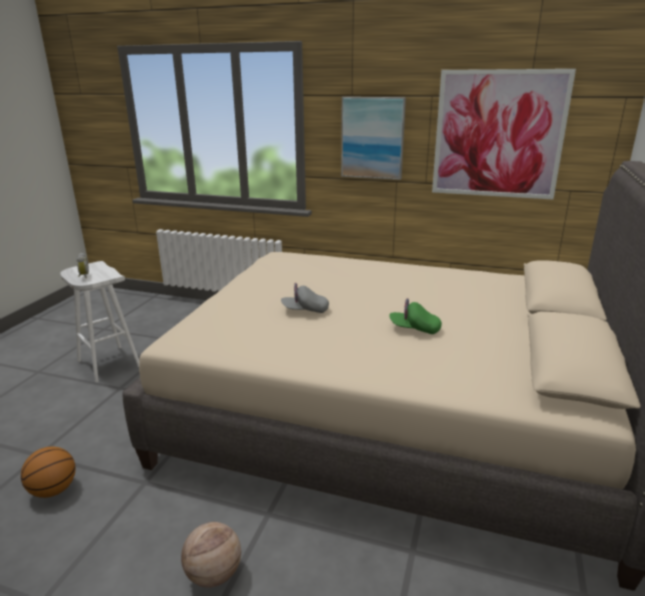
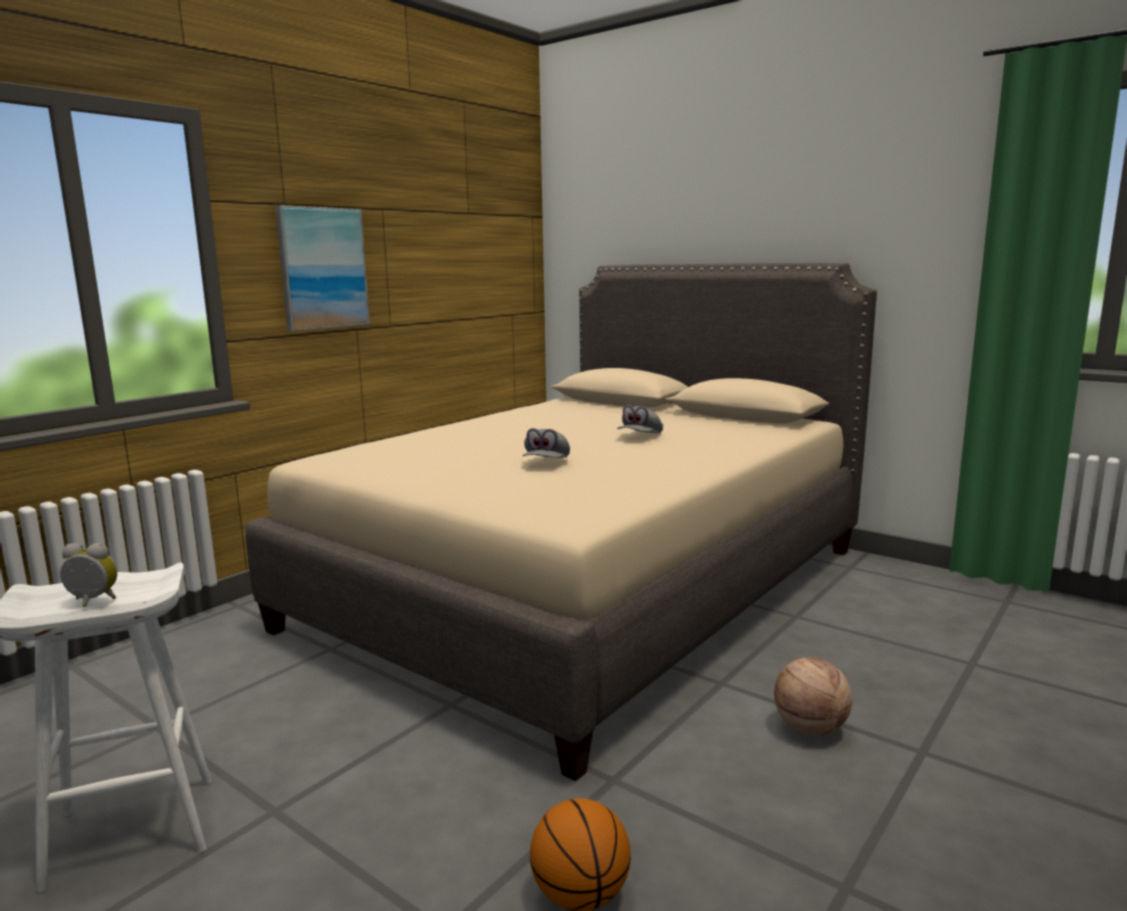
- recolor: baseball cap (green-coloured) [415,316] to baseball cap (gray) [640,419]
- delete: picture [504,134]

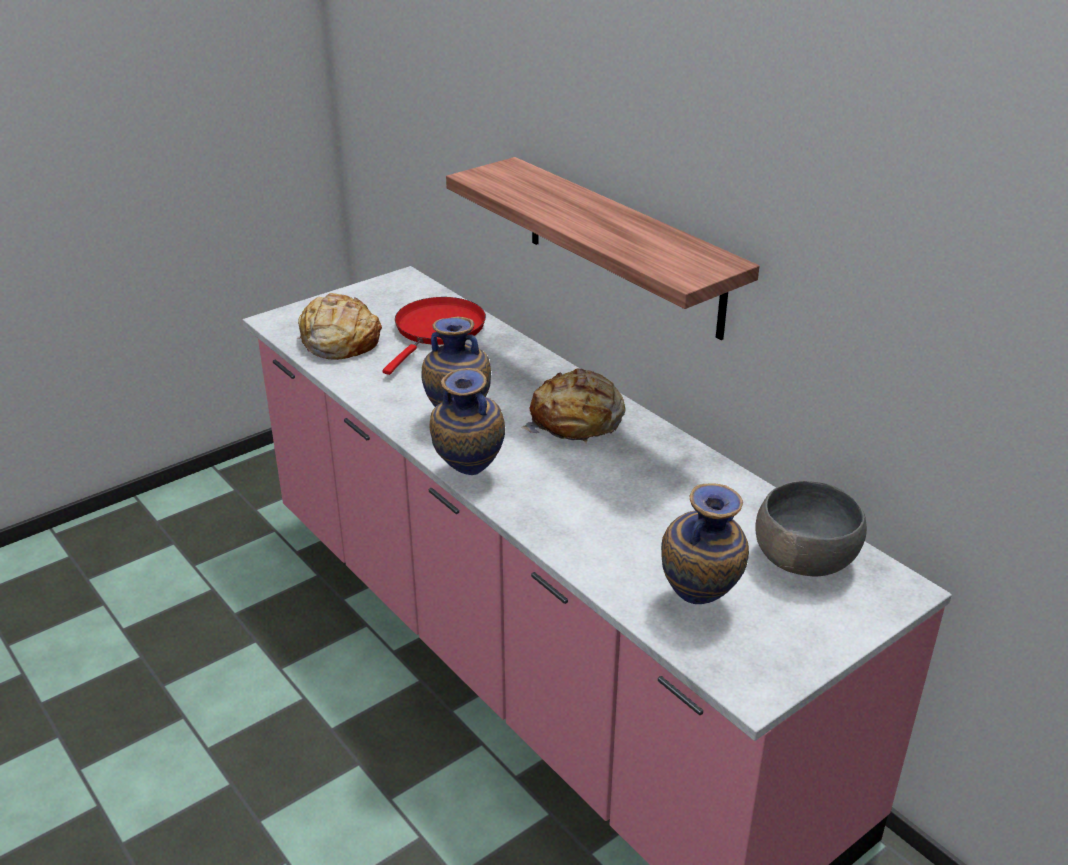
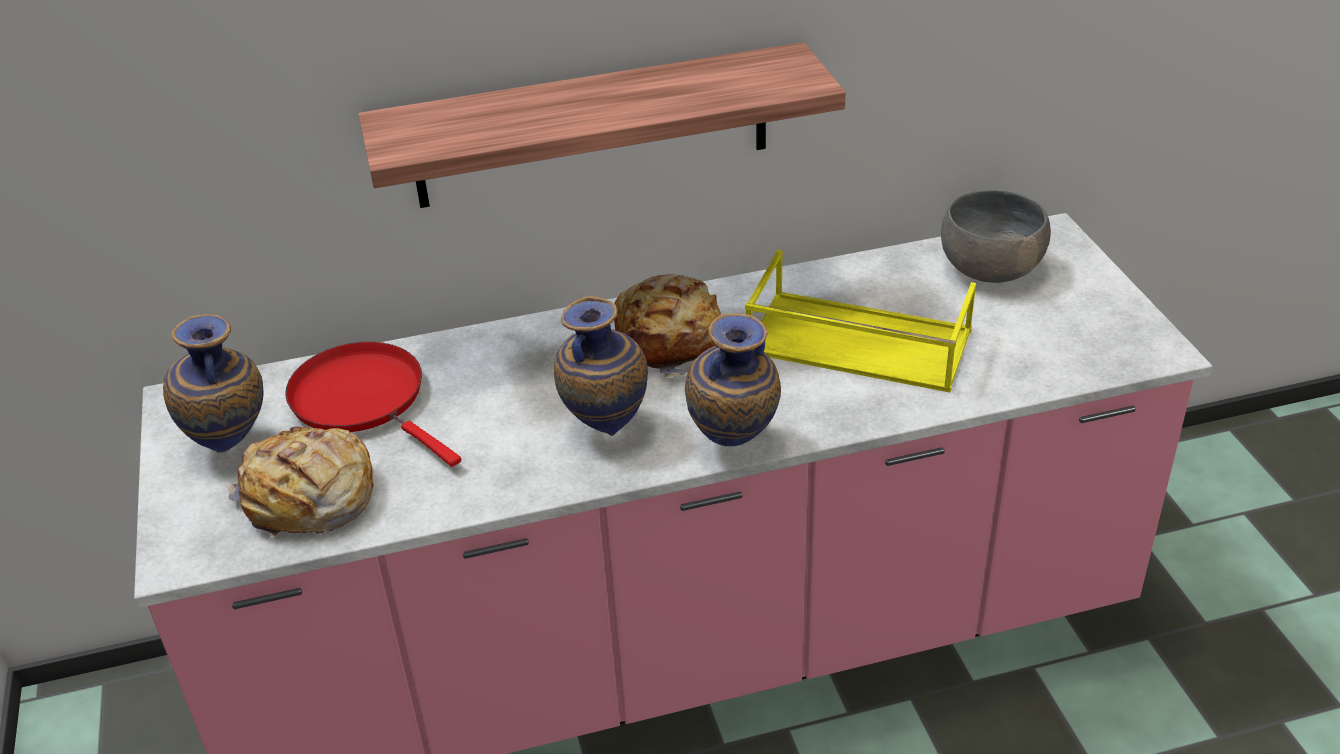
- move: vase [705,543] to [213,383]
- insert: tray (yellowish) [860,321]

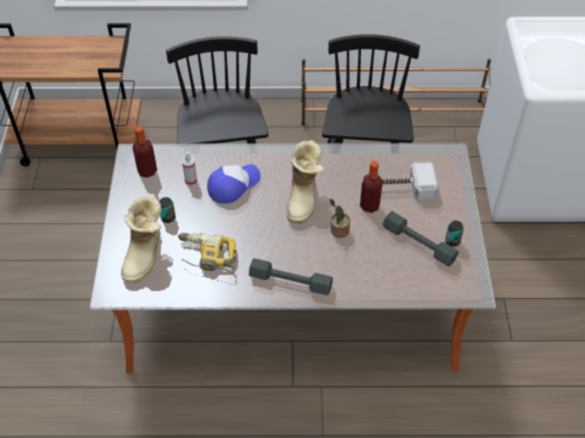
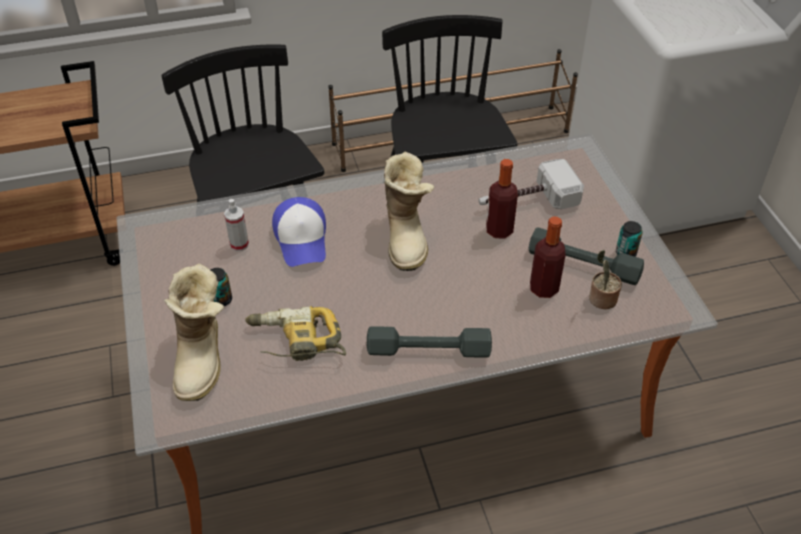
- rotate: baseball cap [234,184] = [299,232] 135 degrees clockwise
- move: beverage bottle [145,152] to [548,257]
- move: plant in a pot [340,218] to [605,279]

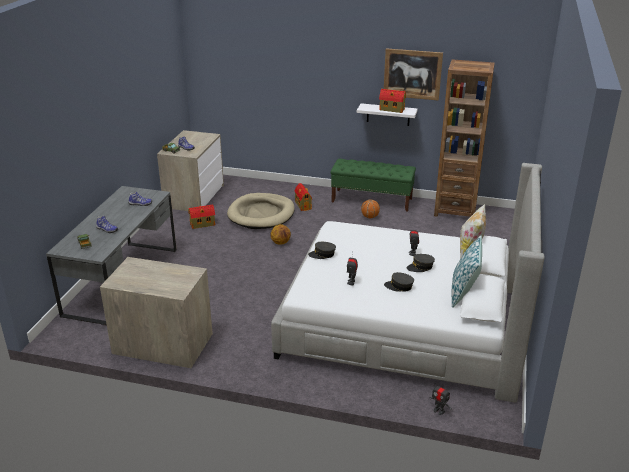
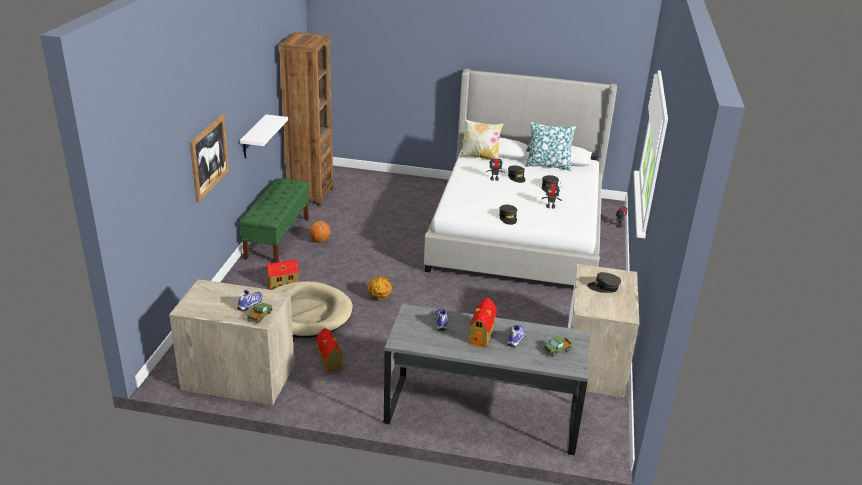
- move: picture [413,74] to [209,158]
- move: toy house [392,101] to [482,322]
- insert: baseball cap (gray) [604,282]

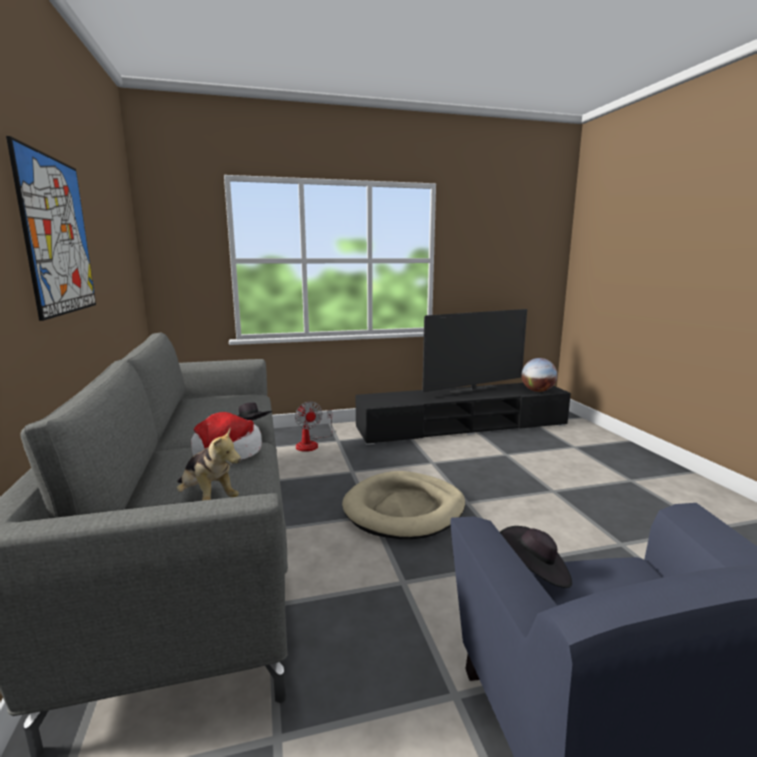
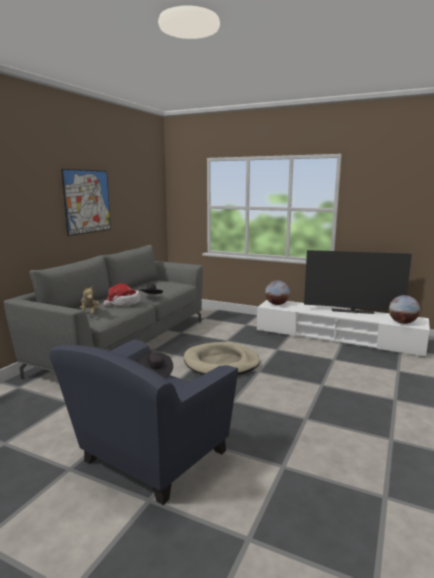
- recolor: tv unit (black-coloured) [463,414] to tv unit (white) [343,328]
- insert: desk globe [277,292]
- delete: cooling fan [314,426]

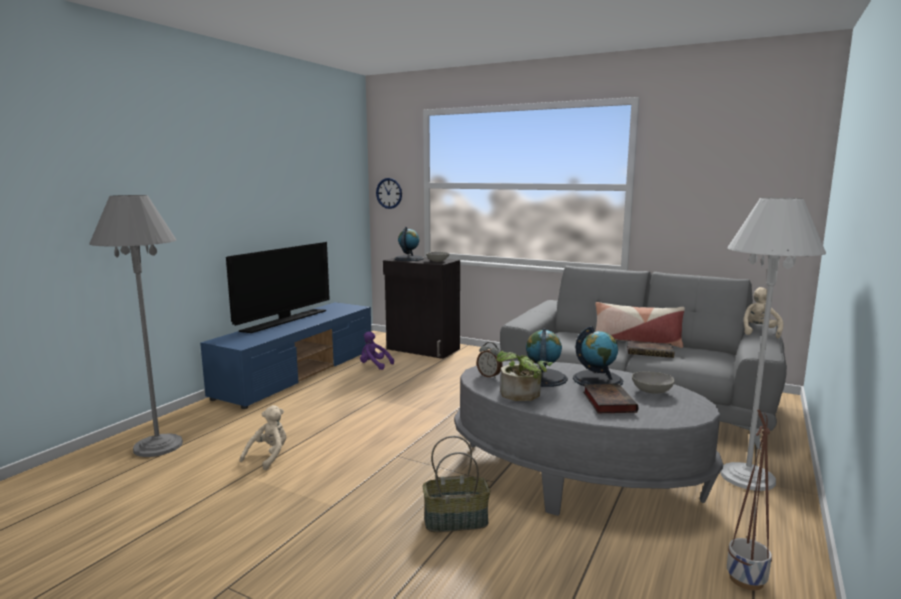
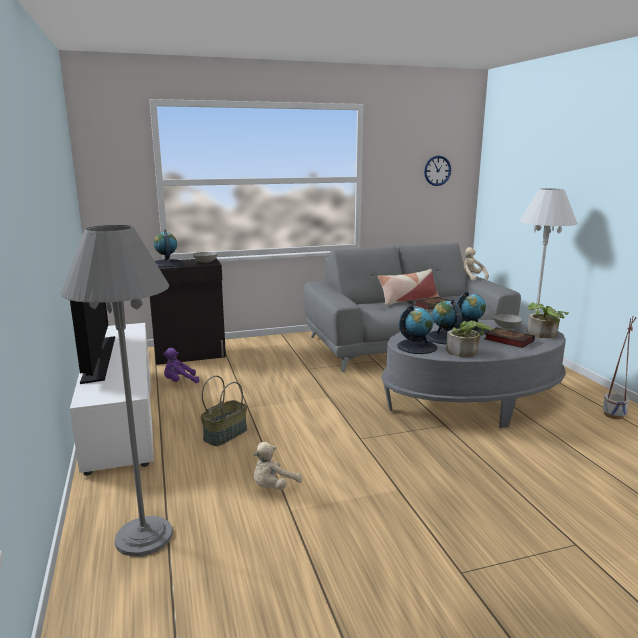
- recolor: tv unit (bluish) [285,355] to tv unit (white) [112,399]
- move: storage basket [456,484] to [224,411]
- rotate: soft toy (sand-coloured) [263,437] = [277,466] 120 degrees counterclockwise
- replace: alarm clock [490,360] to desk globe [417,329]
- move: wall clock [389,193] to [437,170]
- insert: plant in a pot [548,320]

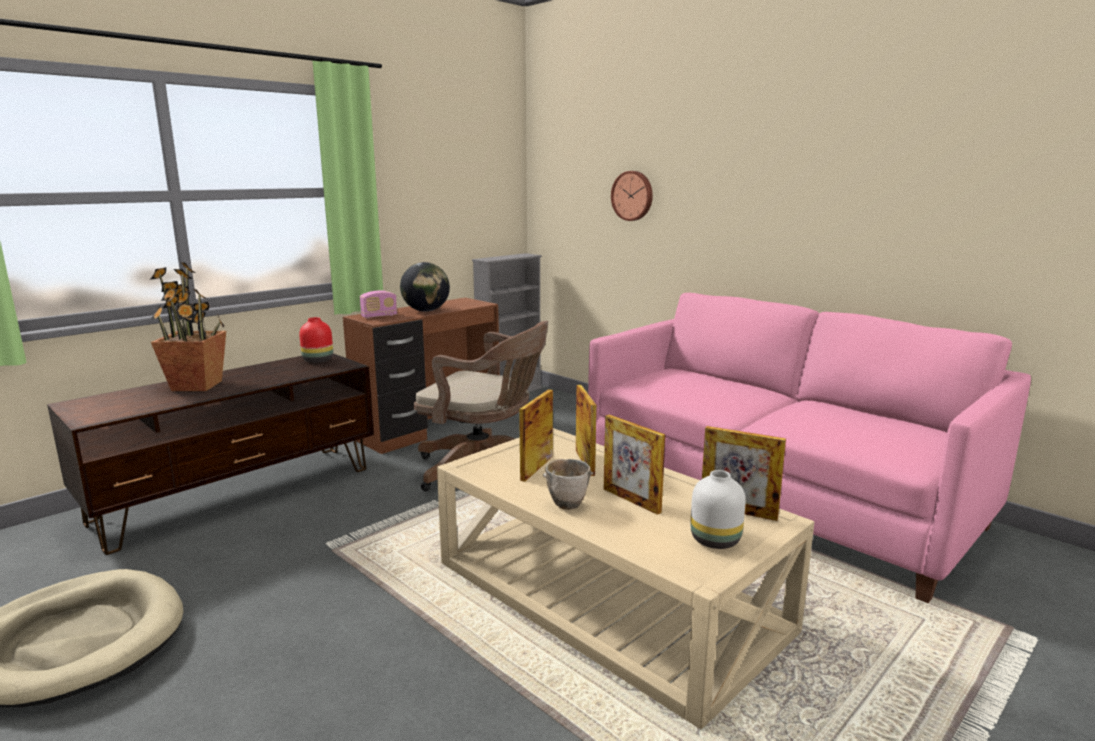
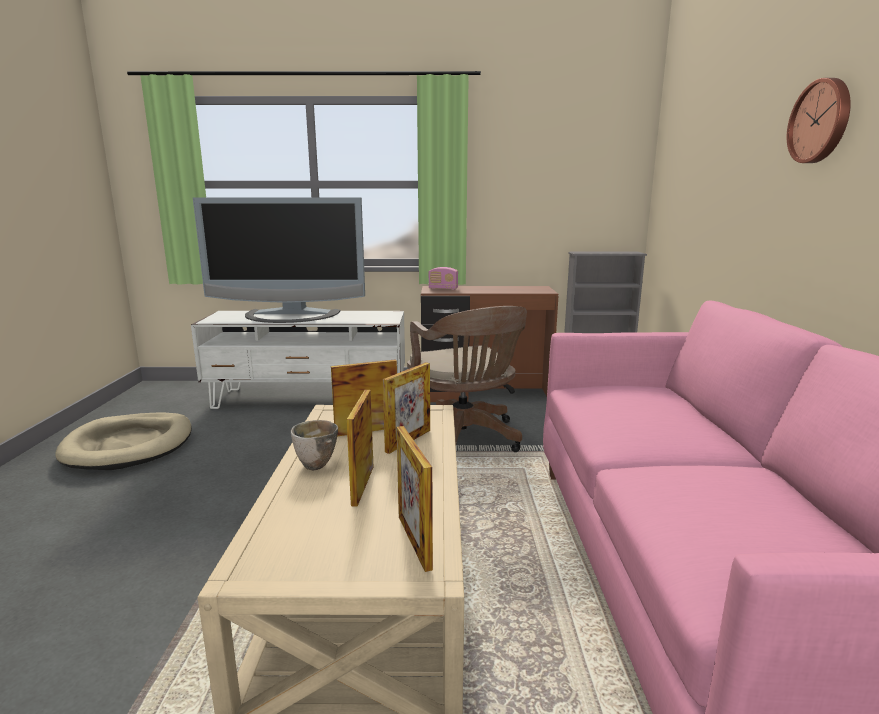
- recolor: tv unit (brown) [210,454] to tv unit (white) [298,360]
- replace: plant in a pot [188,326] to TV set [279,260]
- move: wall clock [632,196] to [819,120]
- delete: vase (red) [316,340]
- delete: desk globe [425,287]
- delete: vase (white) [718,509]

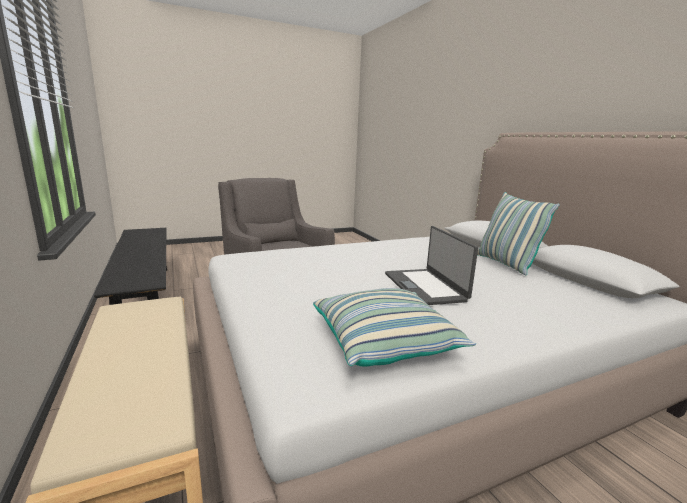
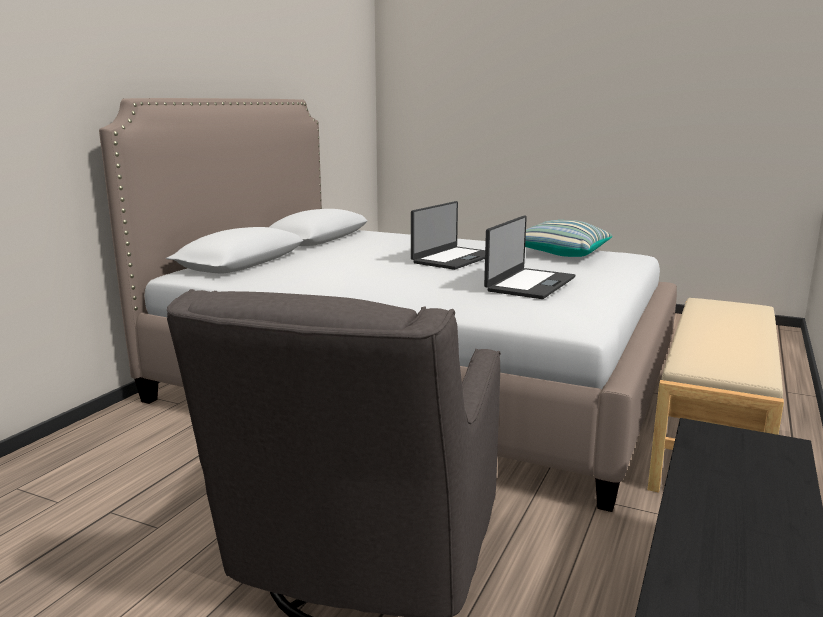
- insert: portable computer [529,257]
- delete: throw pillow [518,233]

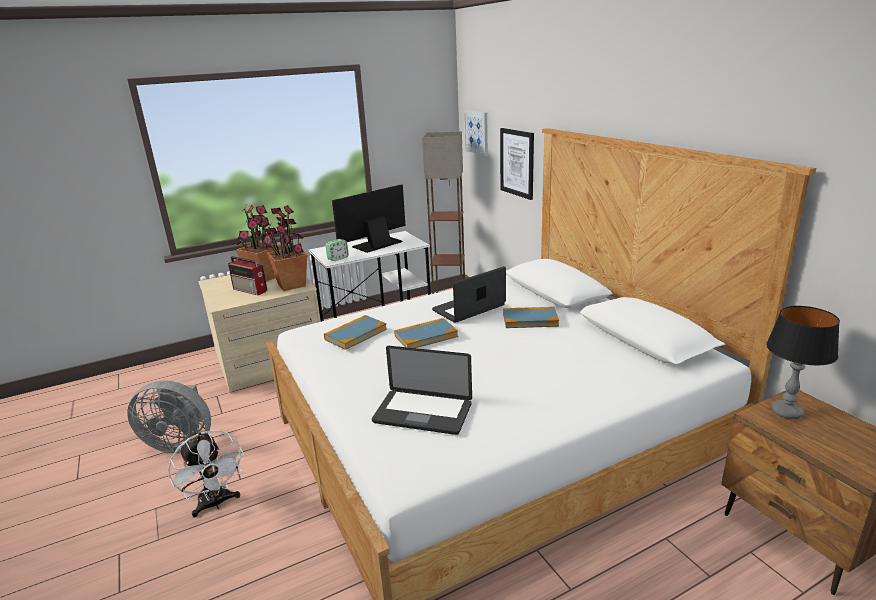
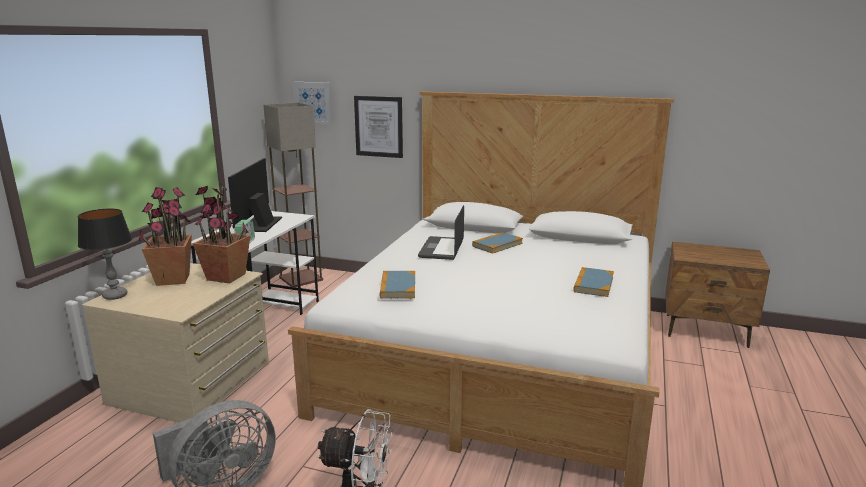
- move: table lamp [803,362] to [105,254]
- move: volume [426,333] to [593,282]
- delete: radio [247,275]
- delete: portable computer [422,390]

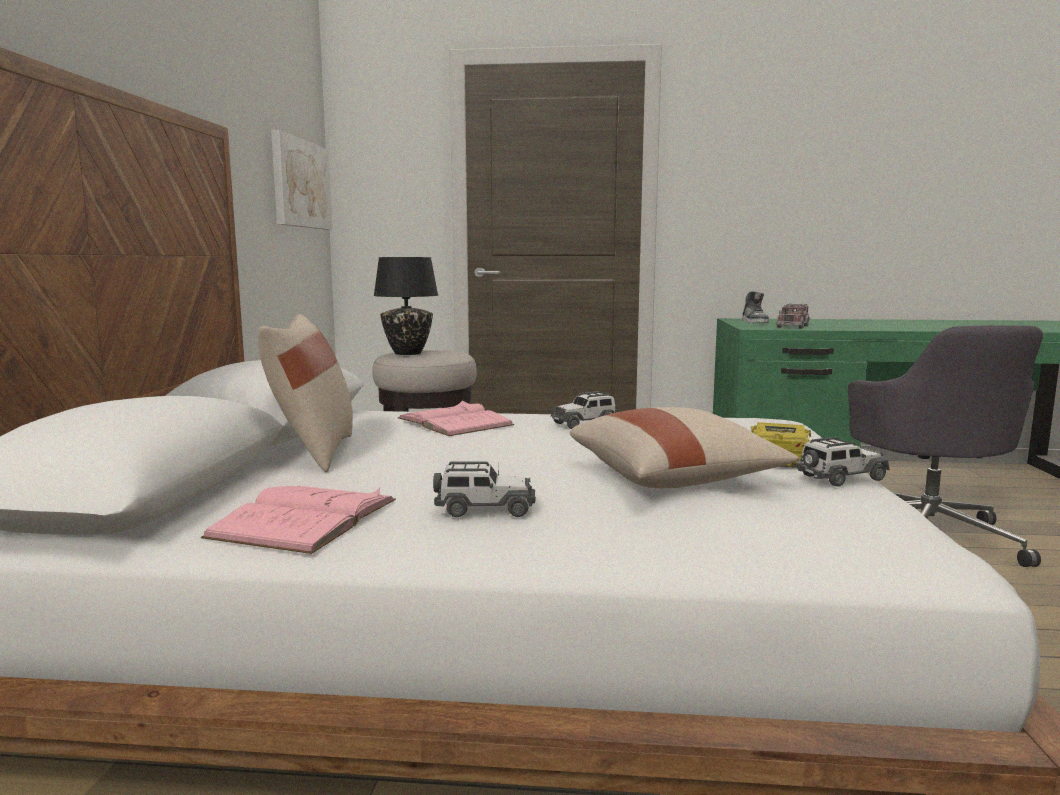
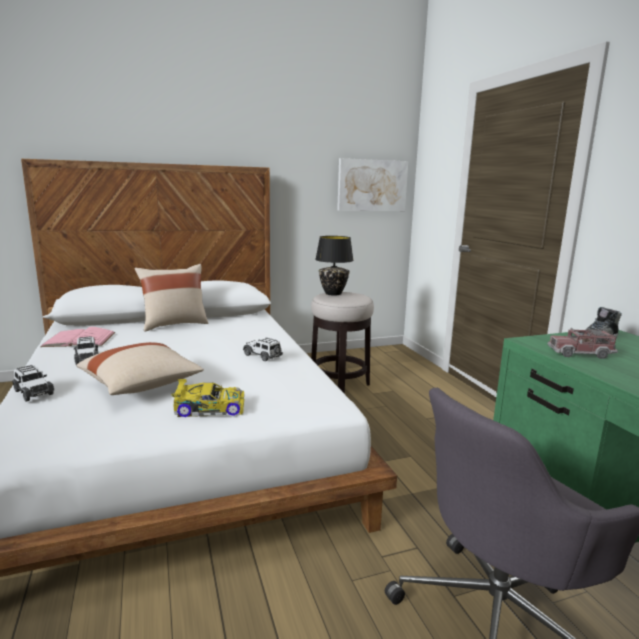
- move: model car [843,461] to [33,383]
- delete: volume (pink) [456,418]

